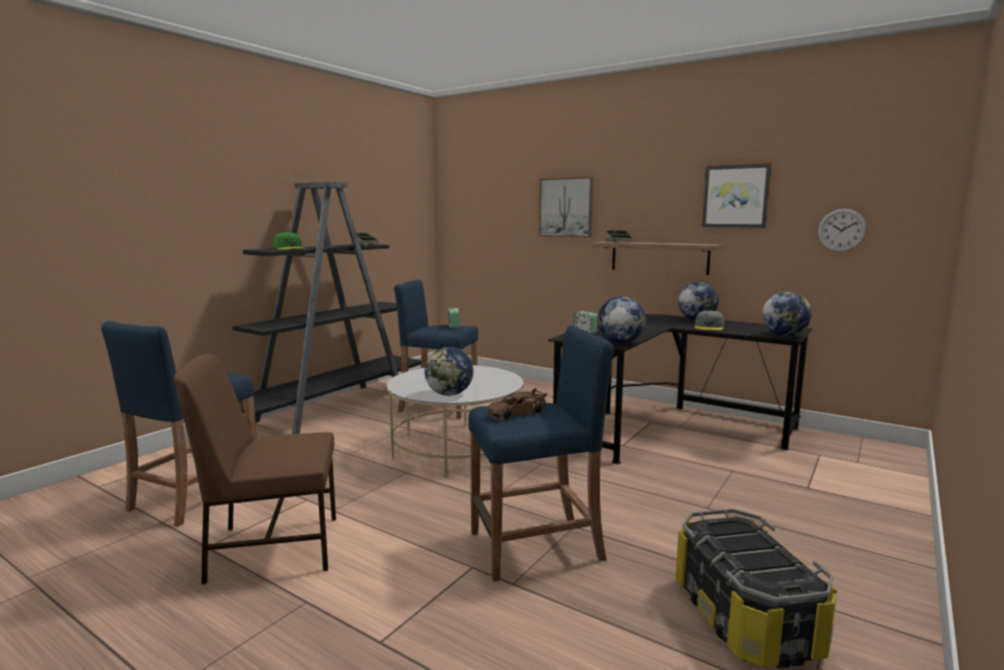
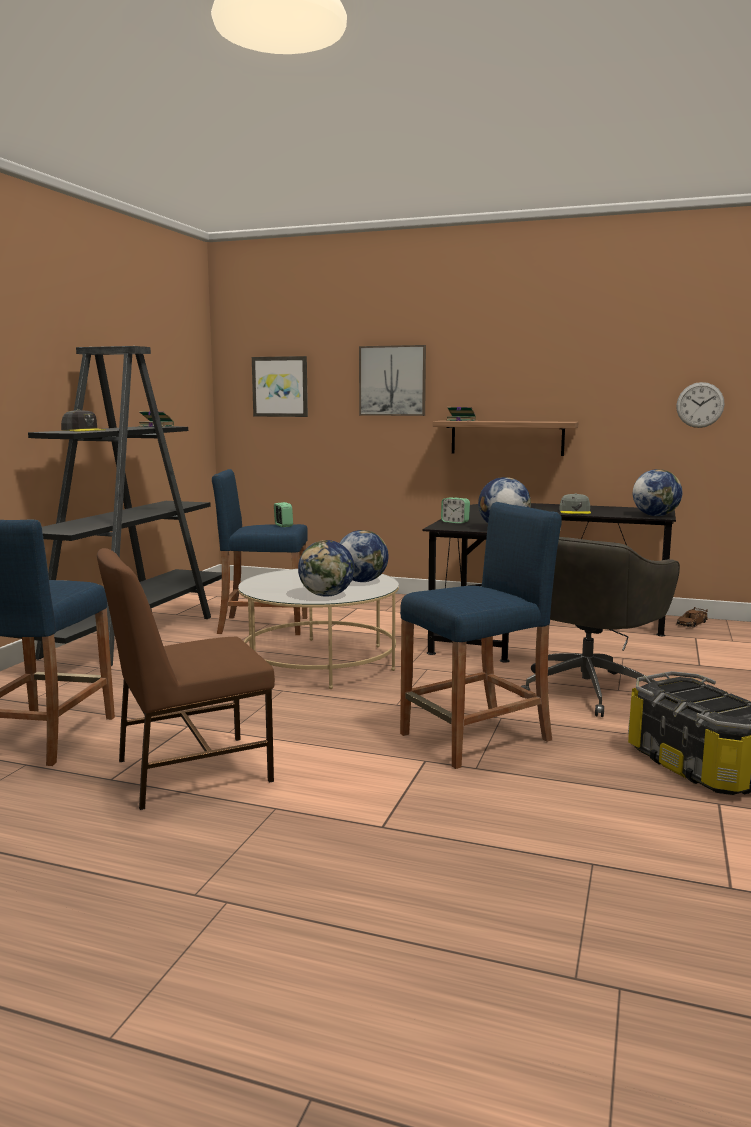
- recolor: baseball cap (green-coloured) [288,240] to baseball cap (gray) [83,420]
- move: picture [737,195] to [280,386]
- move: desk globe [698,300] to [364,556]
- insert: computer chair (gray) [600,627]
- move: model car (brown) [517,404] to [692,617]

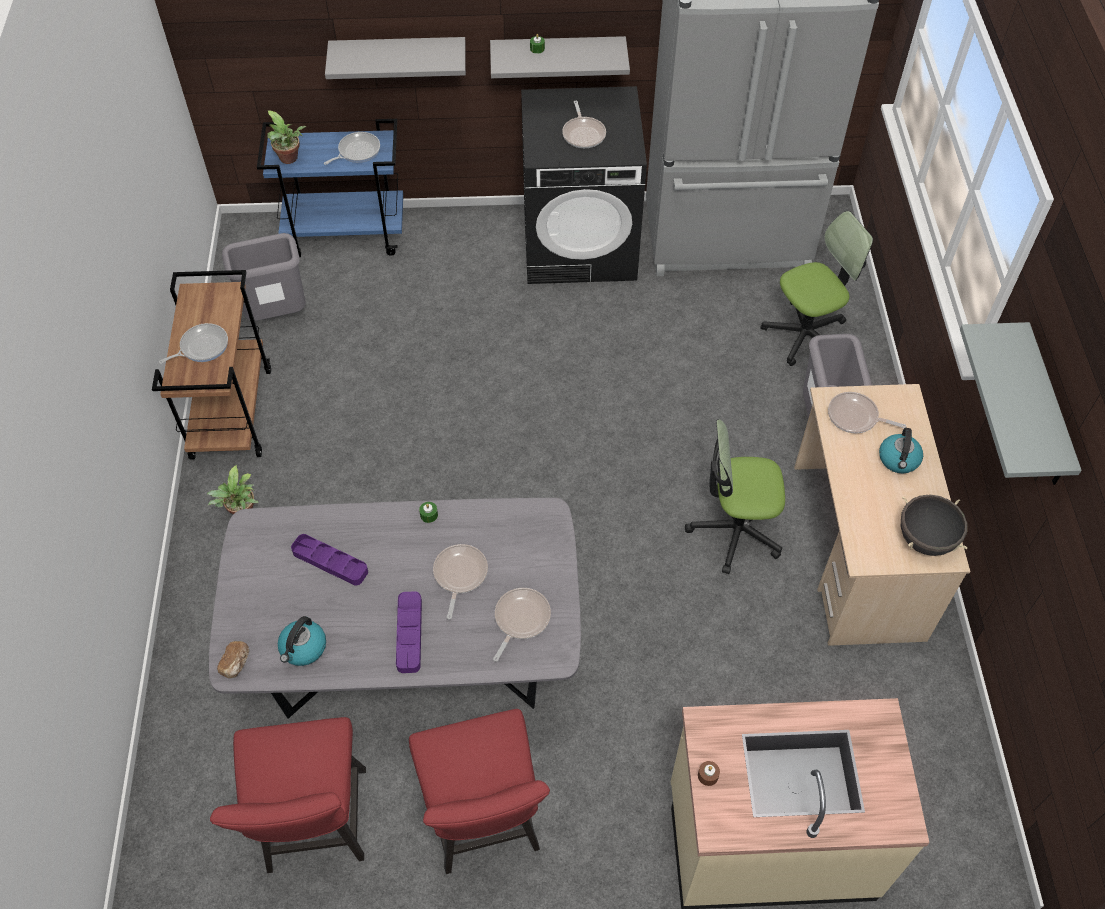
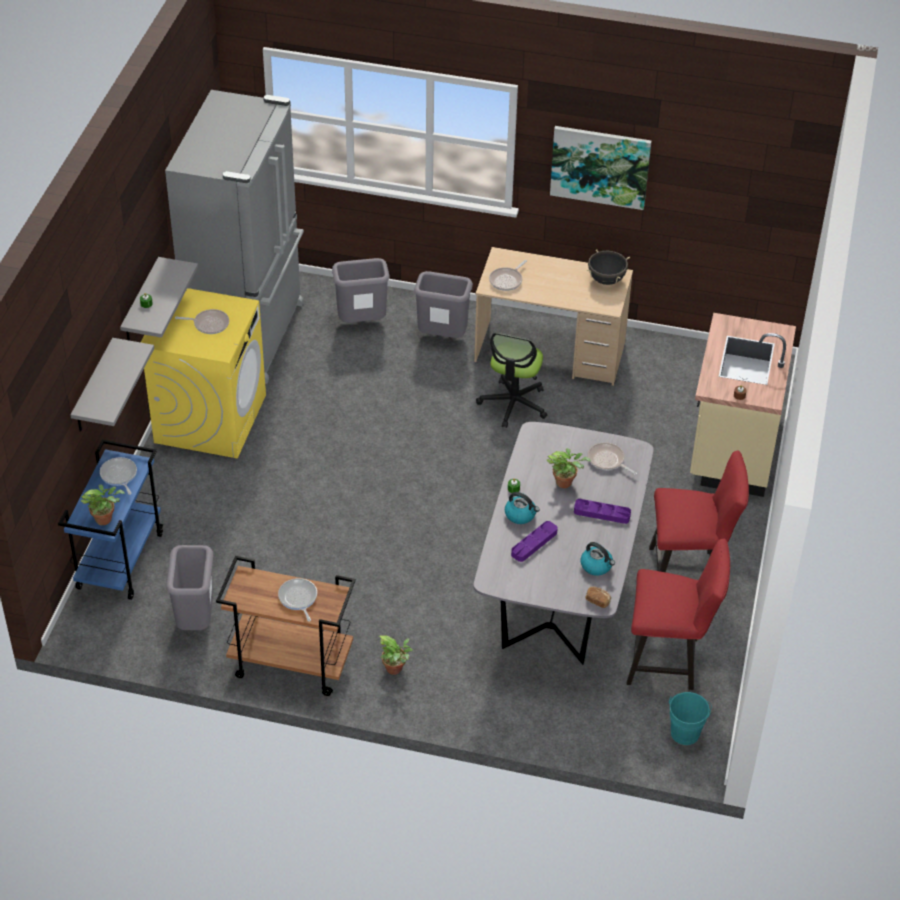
- recolor: washing machine (black-coloured) [584,185] to washing machine (yellowish) [203,373]
- replace: computer chair [816,288] to trash can (gray) [361,290]
- move: tea kettle [901,450] to [522,508]
- replace: pan [460,581] to plant in a pot [569,468]
- replace: bracket shelf (gray) [1021,403] to picture [600,168]
- insert: water bucket (turquoise) [690,718]

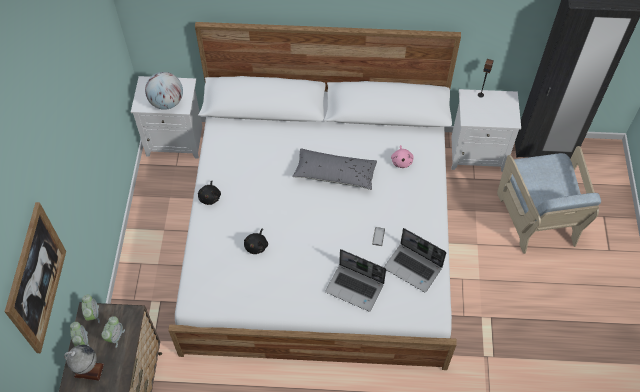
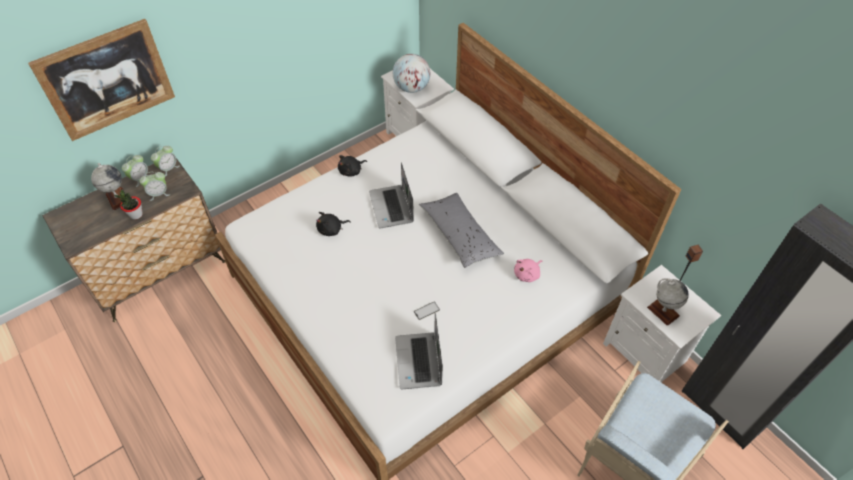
- insert: plant in a pot [129,204]
- move: portable computer [355,280] to [391,195]
- insert: desk globe [668,302]

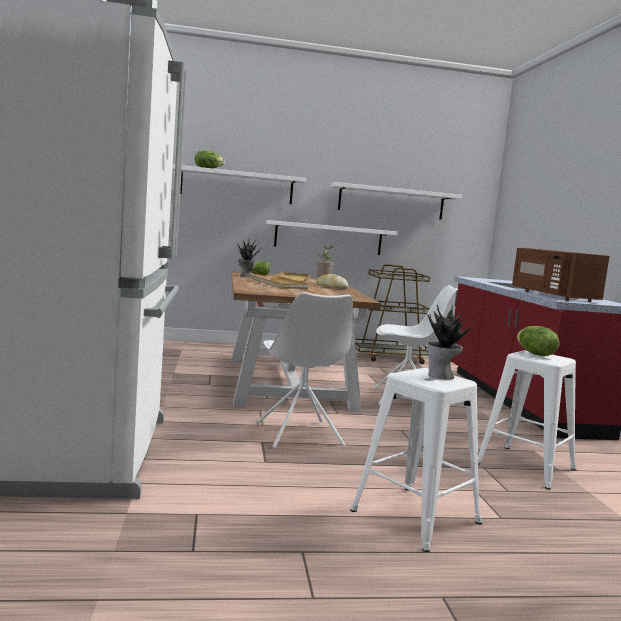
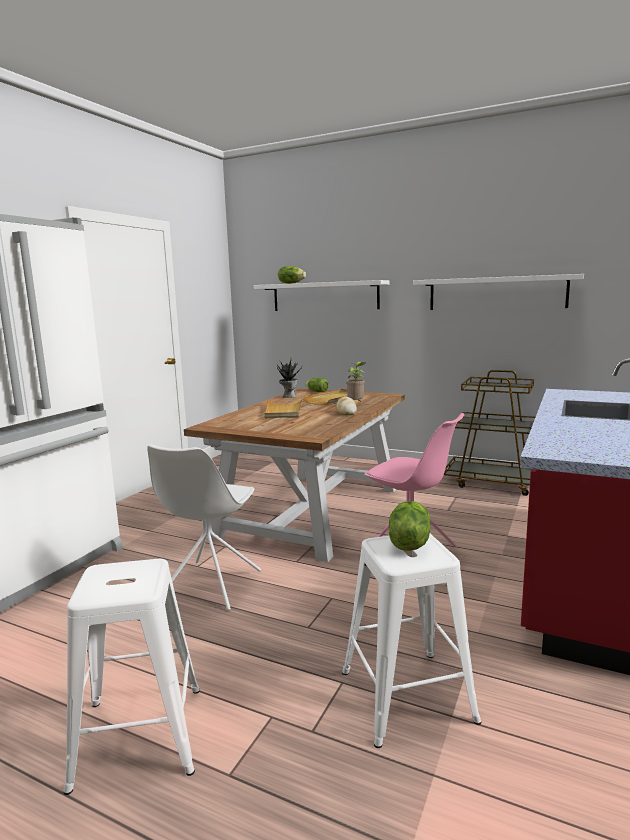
- recolor: plain chair (white) [415,345] to plain chair (pink) [414,479]
- delete: bracket shelf (white) [332,237]
- delete: plant in a pot [451,341]
- delete: microwave (brown) [560,275]

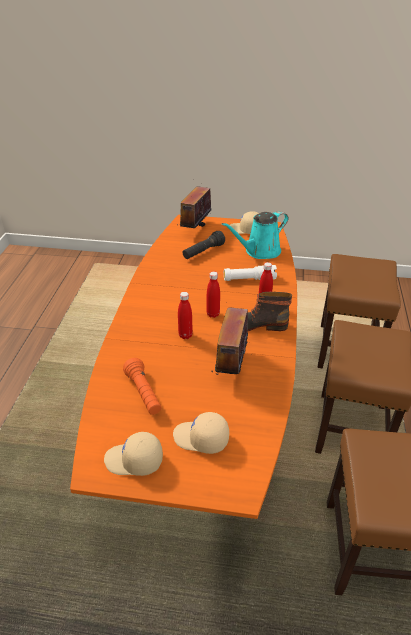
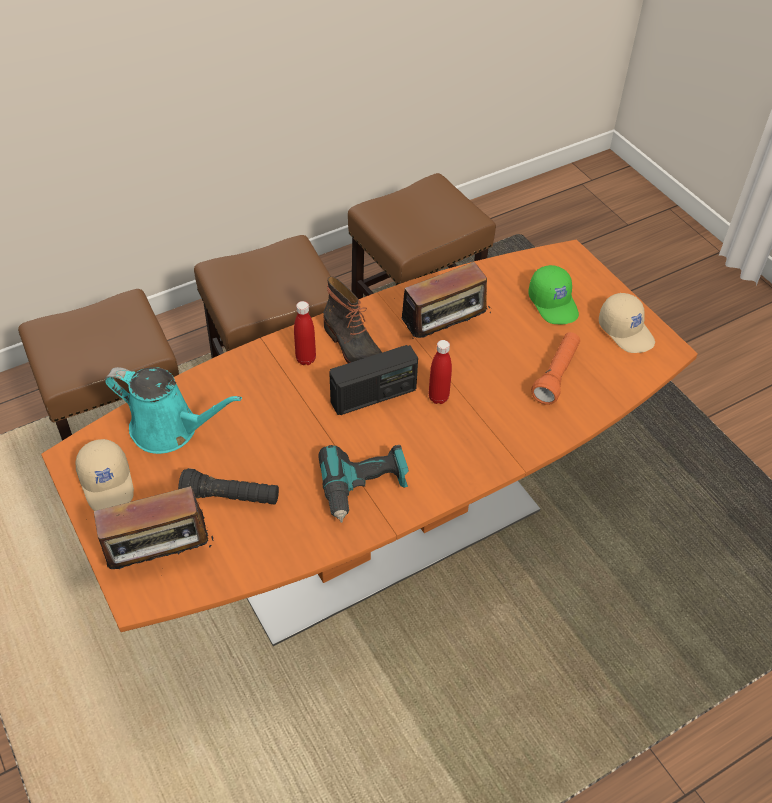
- insert: electric drill [363,484]
- replace: beverage bottle (red) [213,294] to radio [373,380]
- recolor: baseball cap (sand-coloured) [201,433] to baseball cap (green-coloured) [553,294]
- delete: flashlight (white) [250,273]

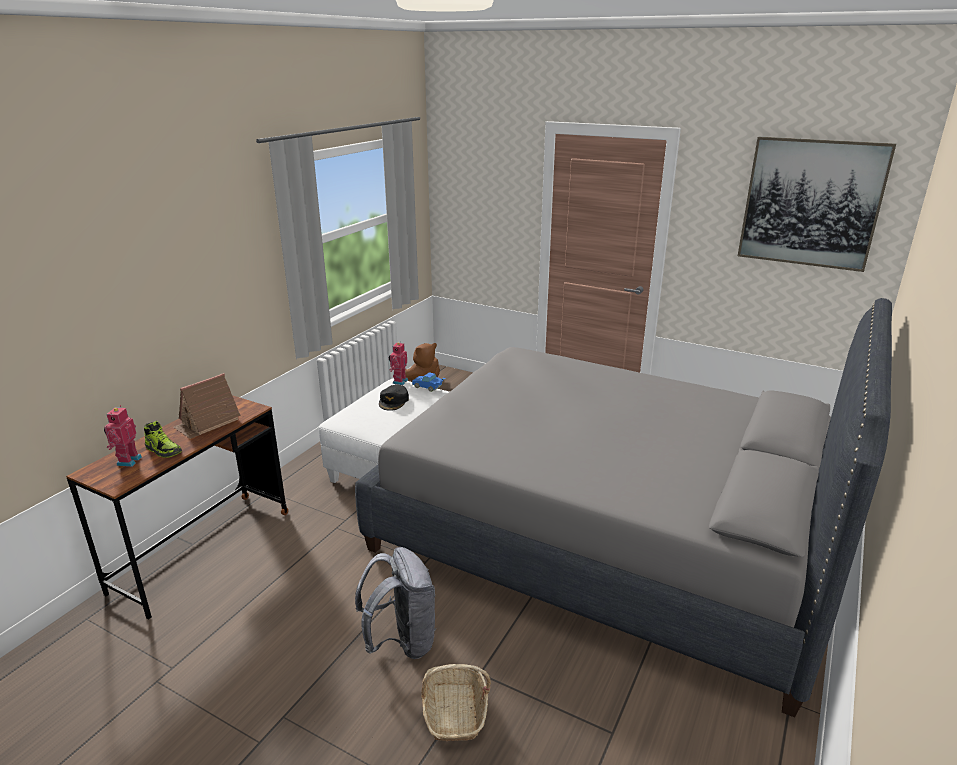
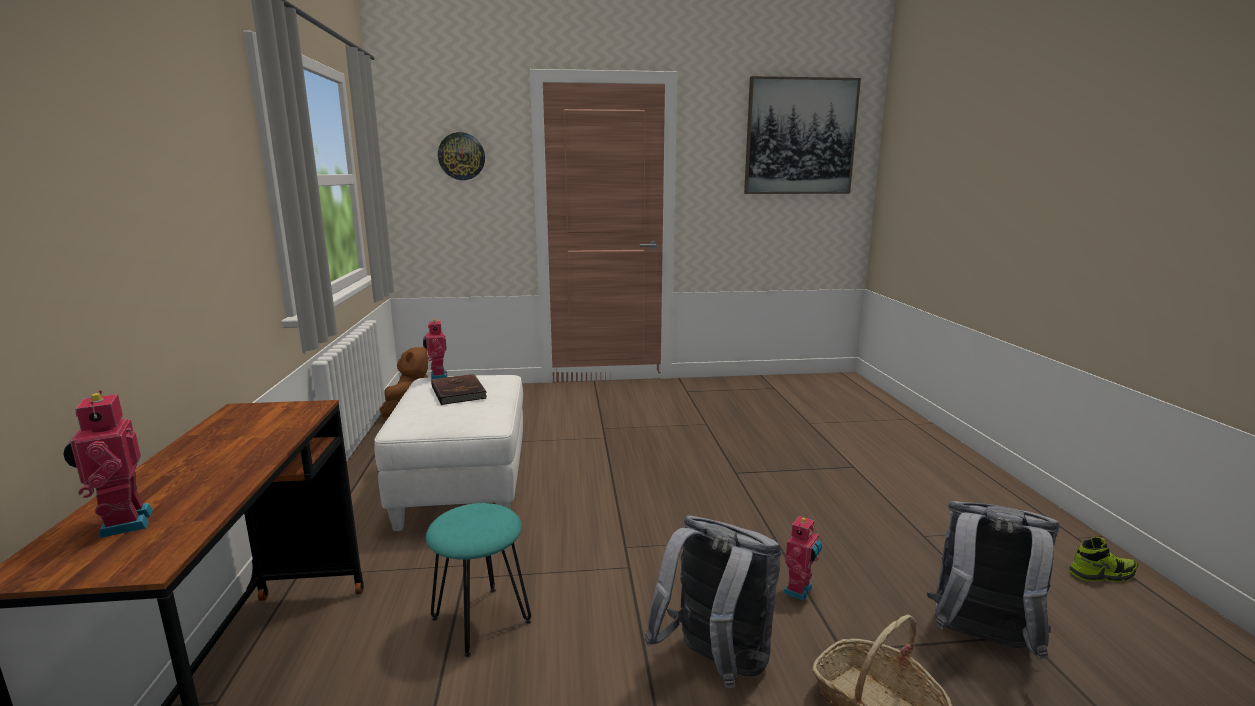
- insert: stool seat (turquoise) [478,580]
- replace: baseball cap (black-coloured) [394,398] to volume (brown) [459,389]
- insert: wall clock [461,156]
- insert: toy robot [802,558]
- insert: rucksack (gray) [993,580]
- move: item of footwear [163,439] to [1103,559]
- delete: toy house [207,406]
- delete: sleeping bed (gray) [623,508]
- delete: model car (bluish) [429,382]

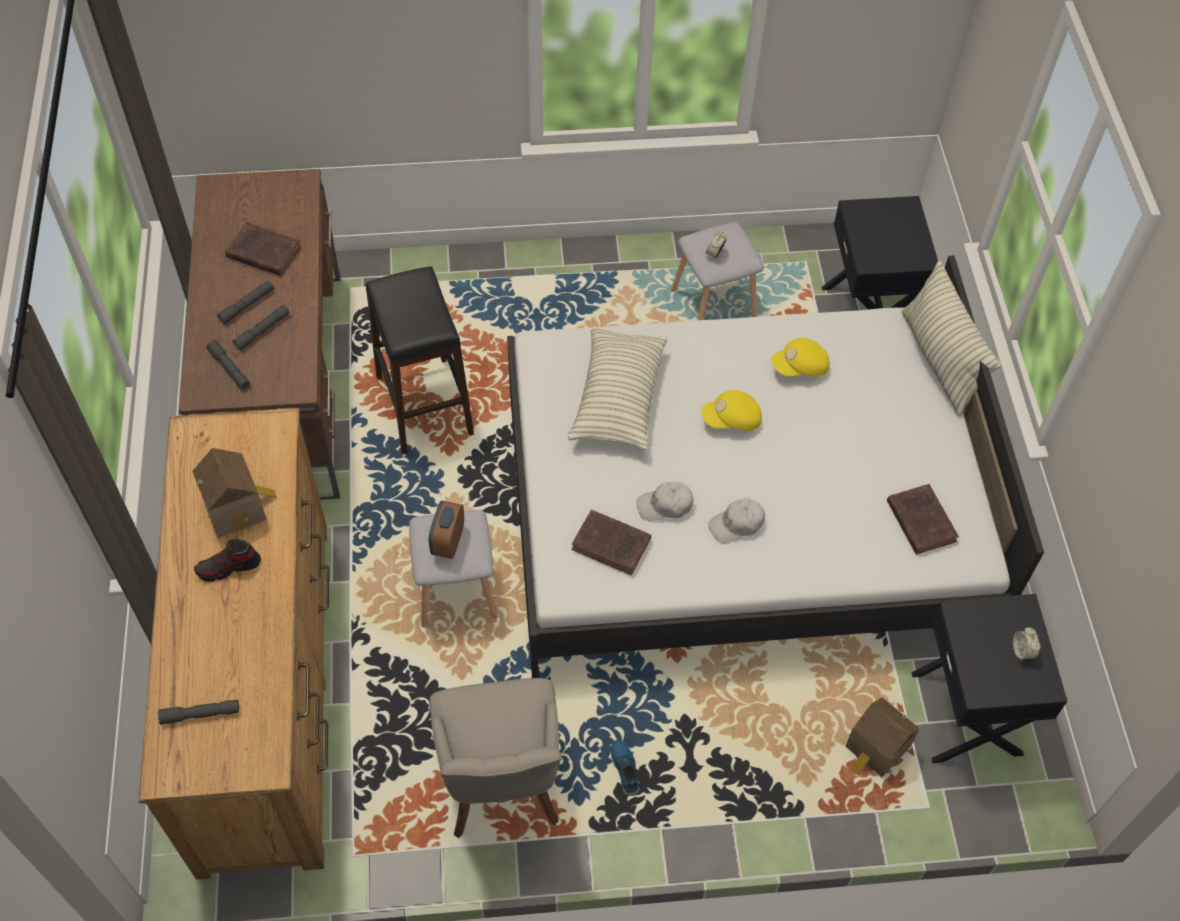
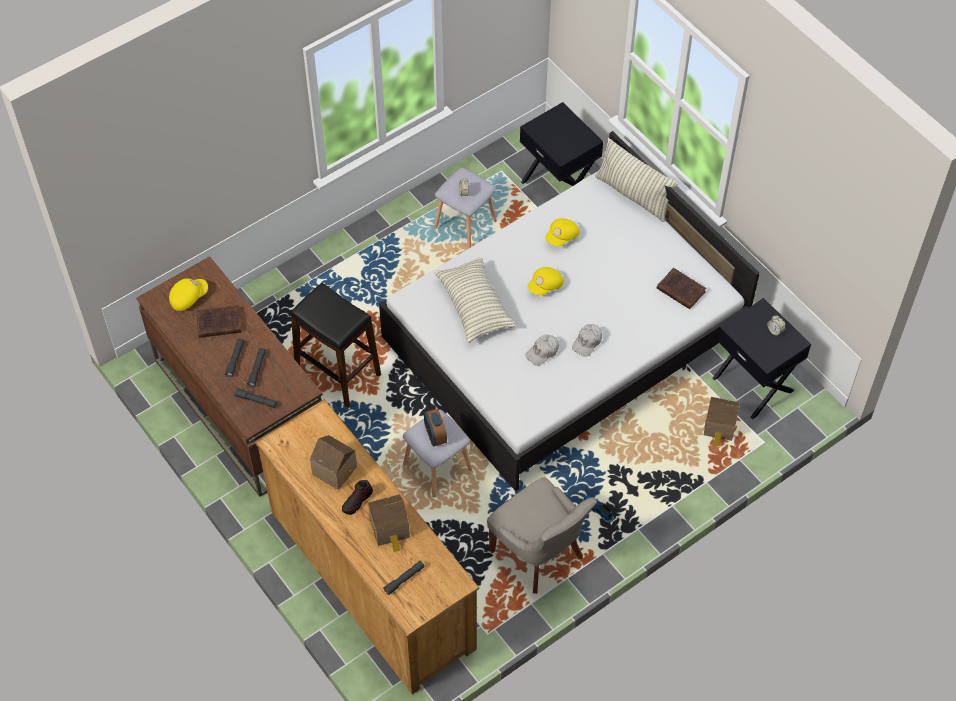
- insert: baseball cap (yellowish) [188,294]
- insert: toy house [389,523]
- delete: volume (brown) [611,542]

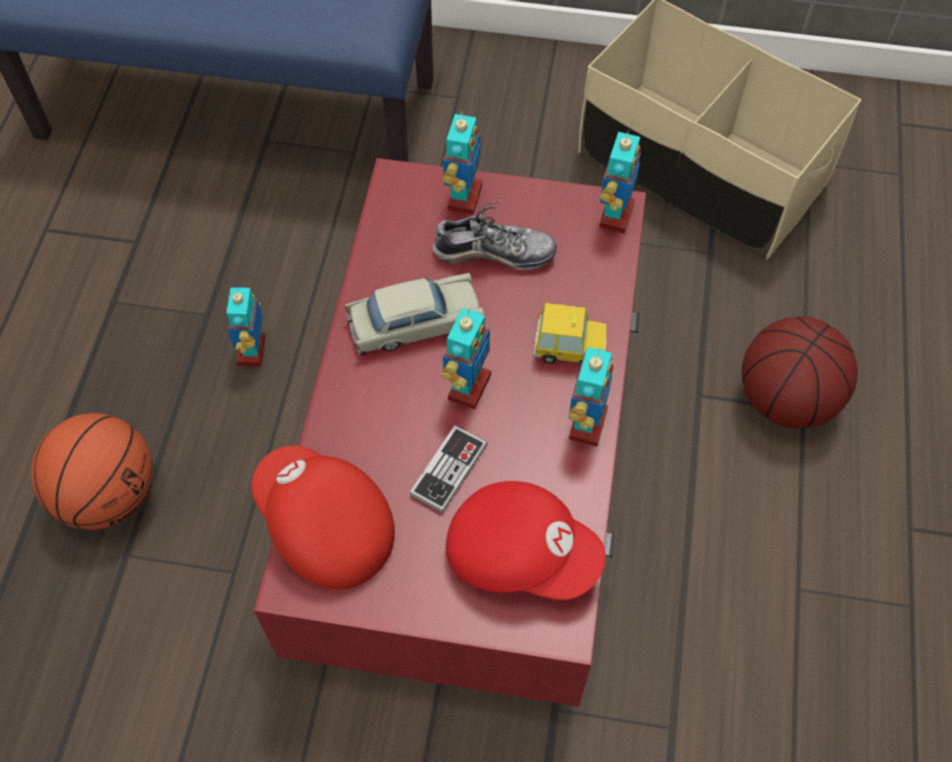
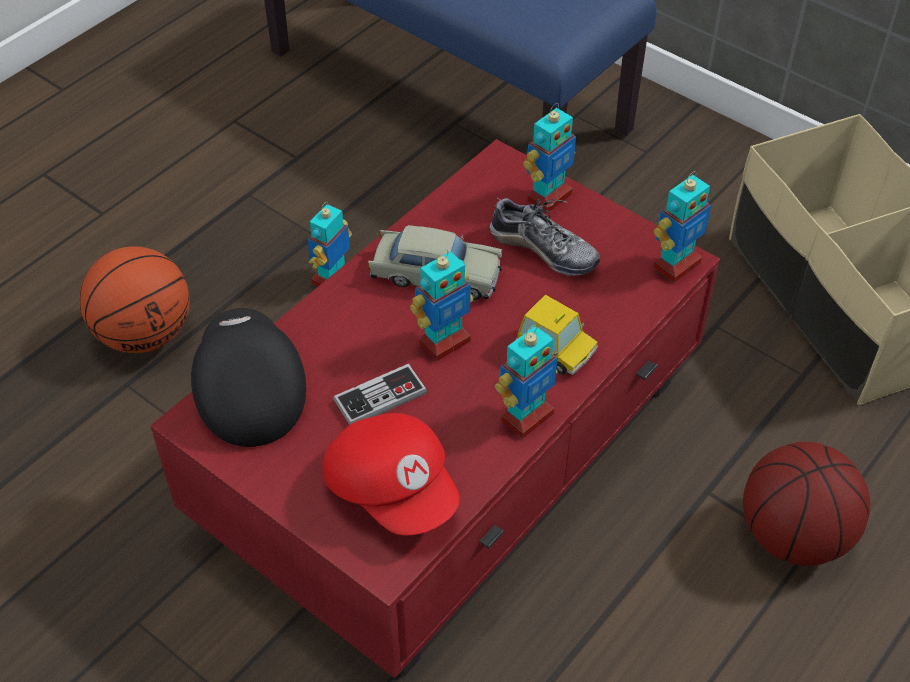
- recolor: baseball cap (red) [323,518] to baseball cap (black-coloured) [248,377]

